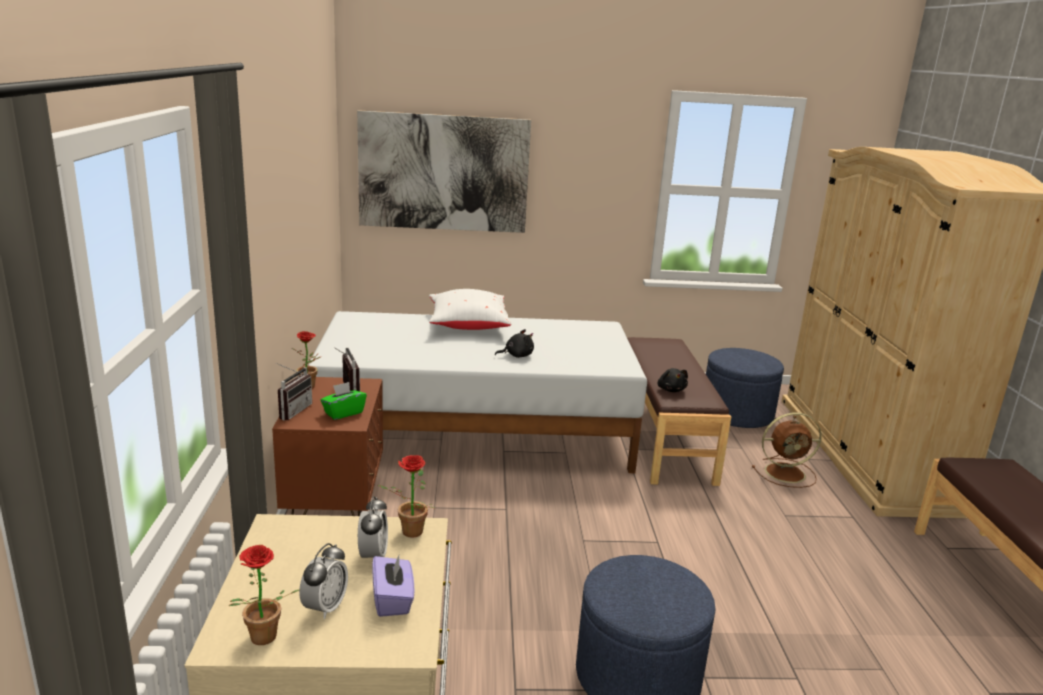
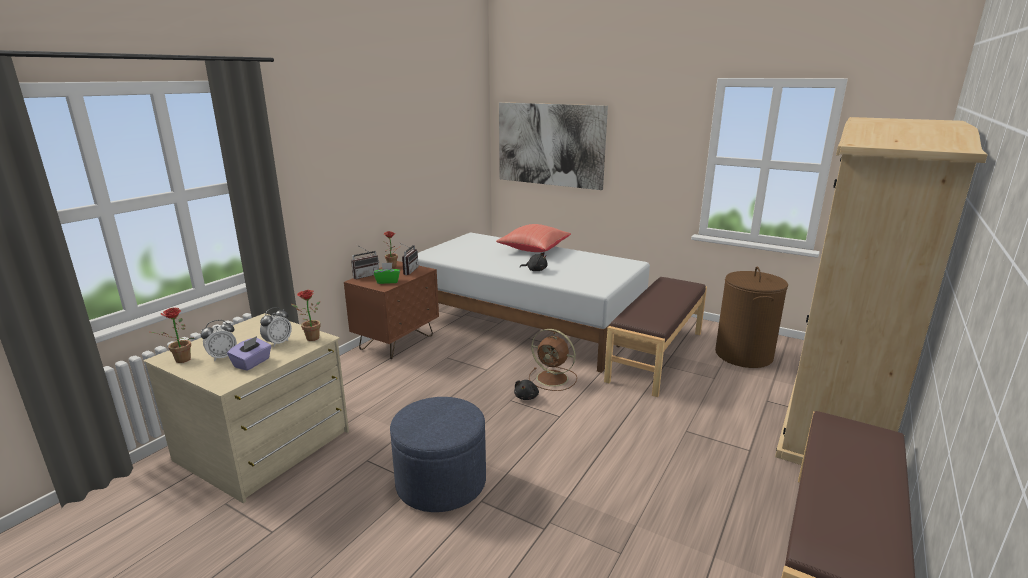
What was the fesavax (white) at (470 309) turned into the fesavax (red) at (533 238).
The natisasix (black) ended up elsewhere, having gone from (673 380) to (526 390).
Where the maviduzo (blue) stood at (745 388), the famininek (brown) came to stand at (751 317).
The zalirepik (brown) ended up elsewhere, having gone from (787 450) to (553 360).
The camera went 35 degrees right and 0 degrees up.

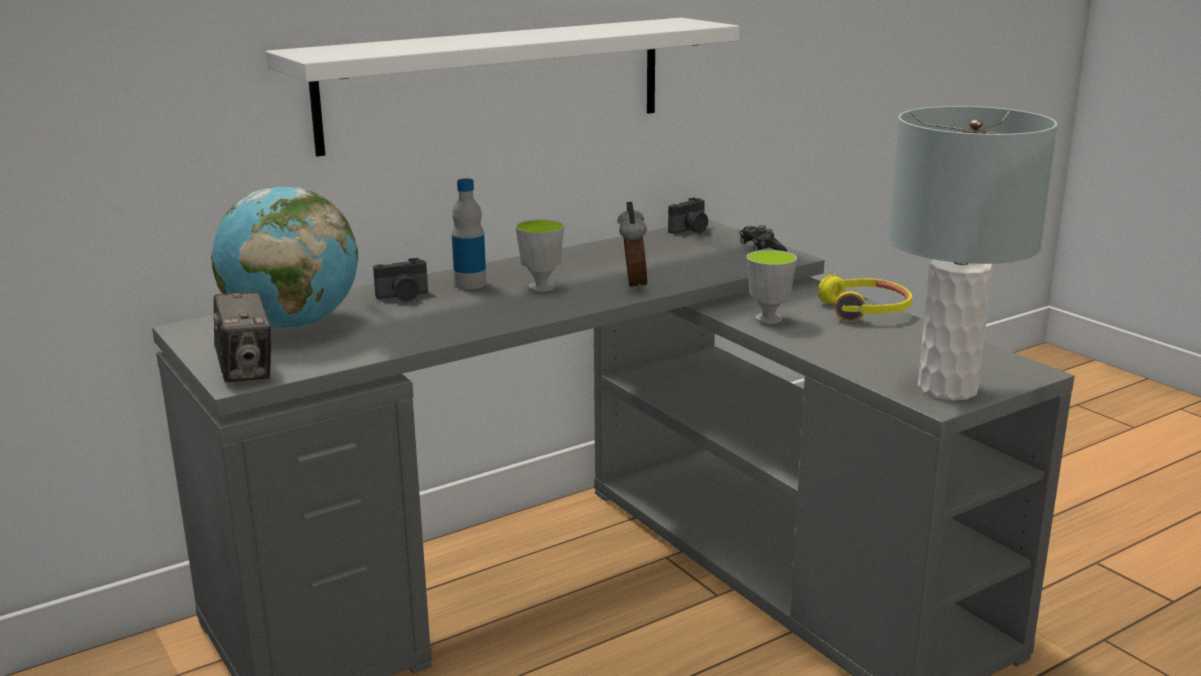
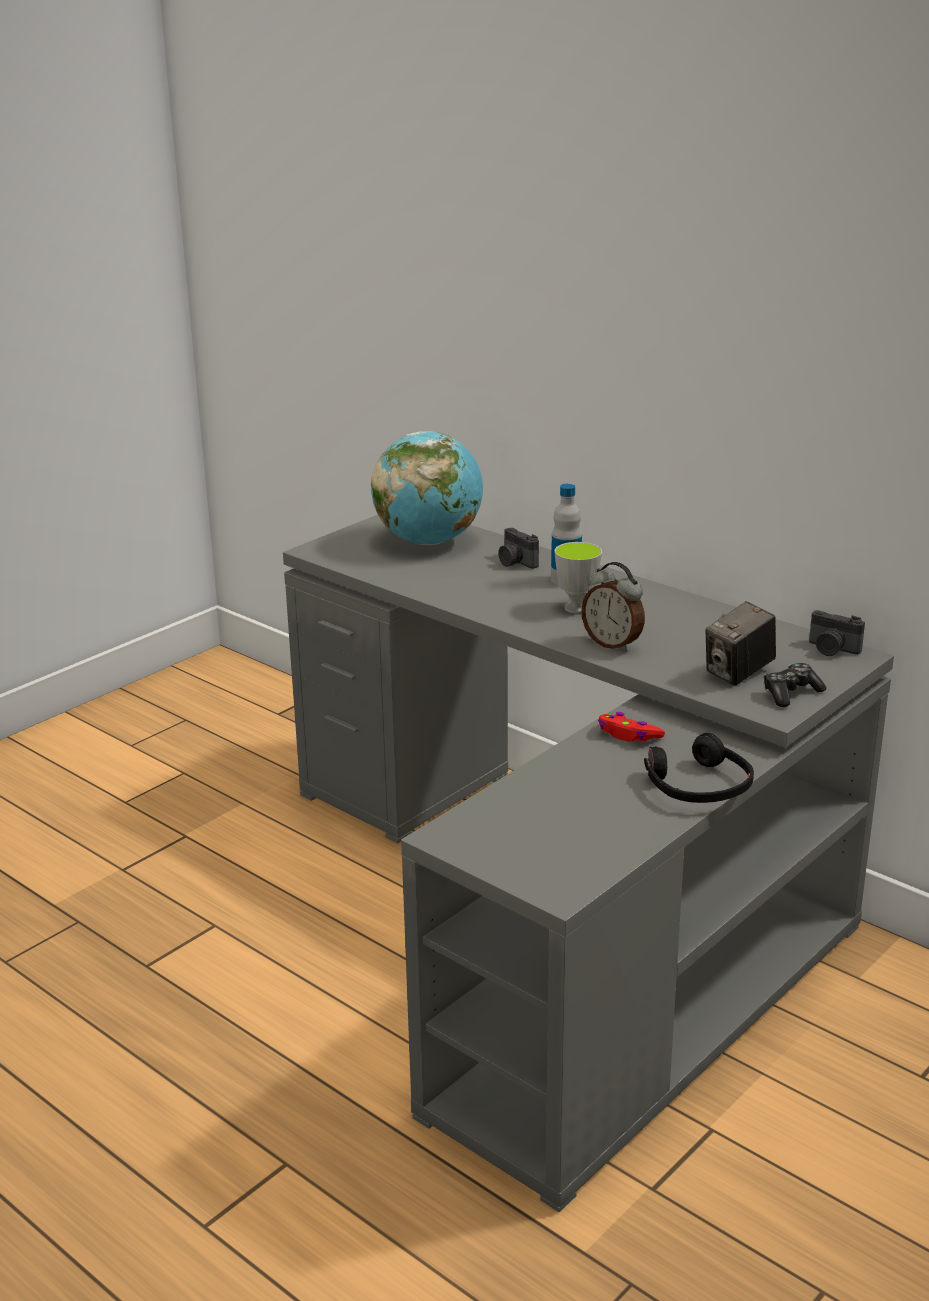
The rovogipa ended up elsewhere, having gone from (242 337) to (741 643).
The second view lost the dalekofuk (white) at (502 87).
The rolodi at (632 246) ended up facing another way, 60 degrees clockwise from before.
Where the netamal stood at (772 287), the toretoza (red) came to stand at (631 727).
What was the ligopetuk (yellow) at (865 298) turned into the ligopetuk (black) at (699 768).
The second view lost the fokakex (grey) at (973 253).
The camera went 75 degrees right and 5 degrees up.

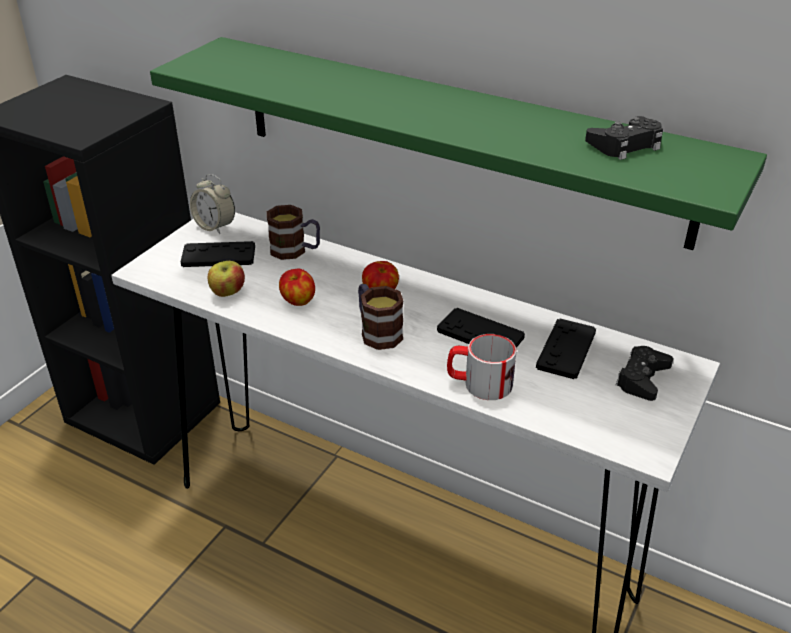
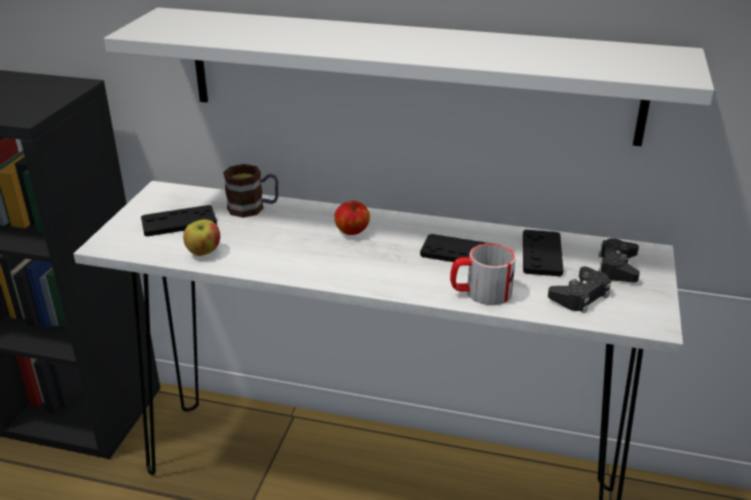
What was the dalekofuk (green) at (458 143) turned into the dalekofuk (white) at (409 76).
The second view lost the rolodi at (212 204).
The second view lost the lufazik at (297 287).
The second view lost the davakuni at (380 317).
The toretoza (black) ended up elsewhere, having gone from (624 138) to (579 290).
The camera went 15 degrees left and 5 degrees down.

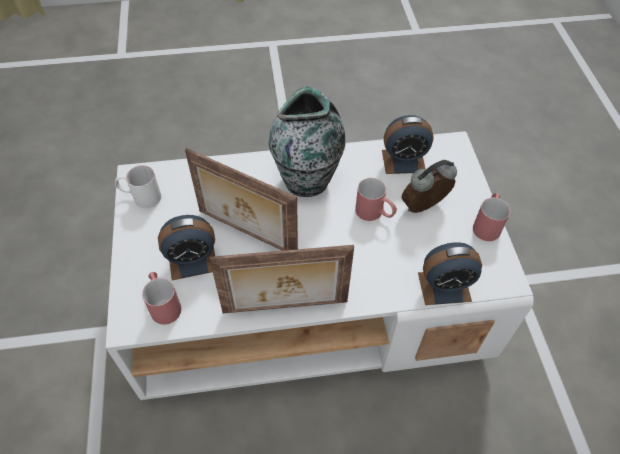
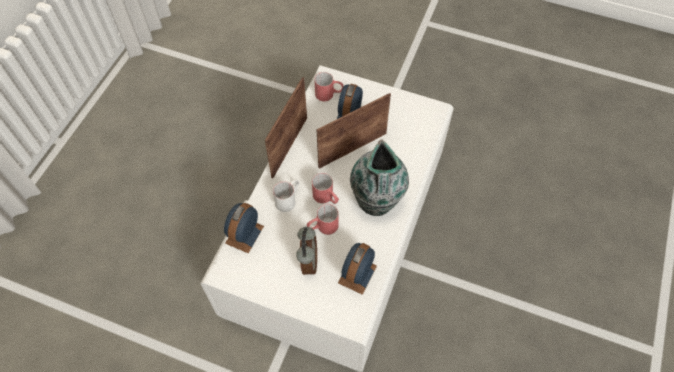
The davakuni (white) ended up elsewhere, having gone from (138 186) to (286 195).
The davakuni (red) ended up elsewhere, having gone from (492 217) to (325 188).
The camera went 120 degrees right and 5 degrees up.

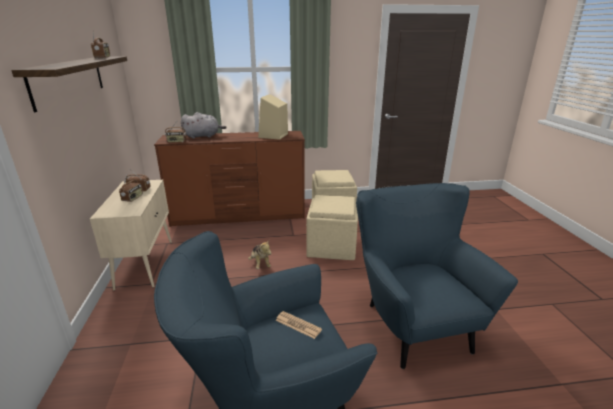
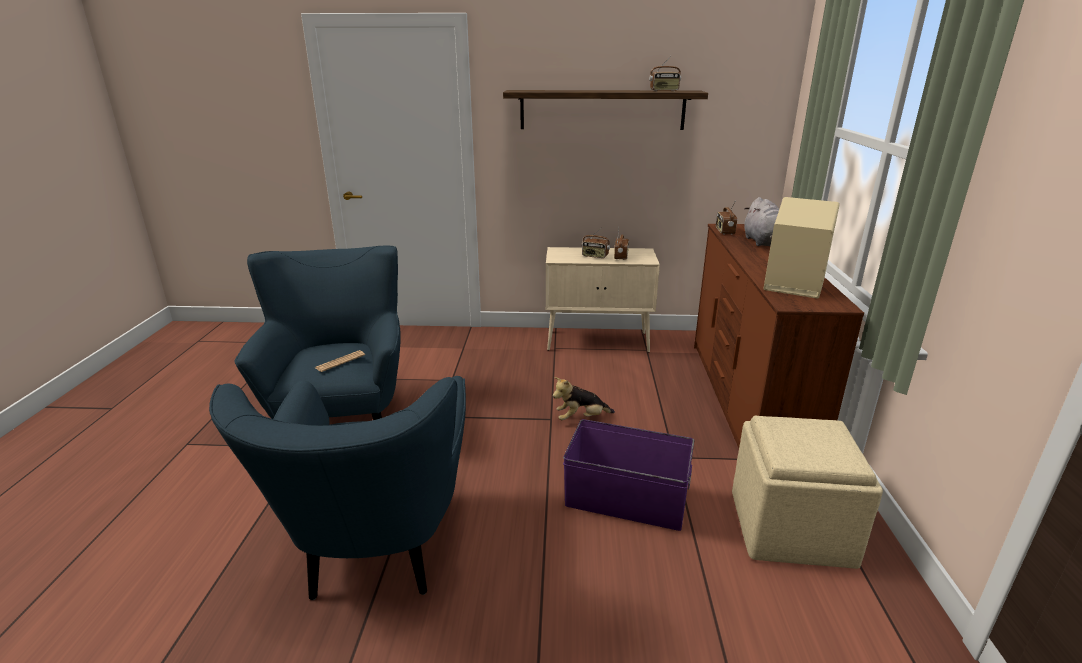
Where the maviduzo (beige) stood at (332 227), the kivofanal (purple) came to stand at (628 475).
The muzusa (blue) at (437 276) ended up facing another way, 90 degrees clockwise from before.
The camera went 100 degrees right and 0 degrees up.

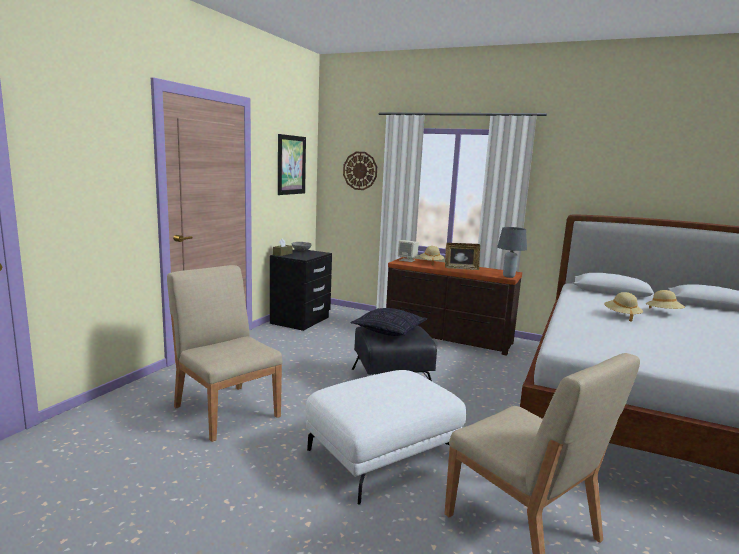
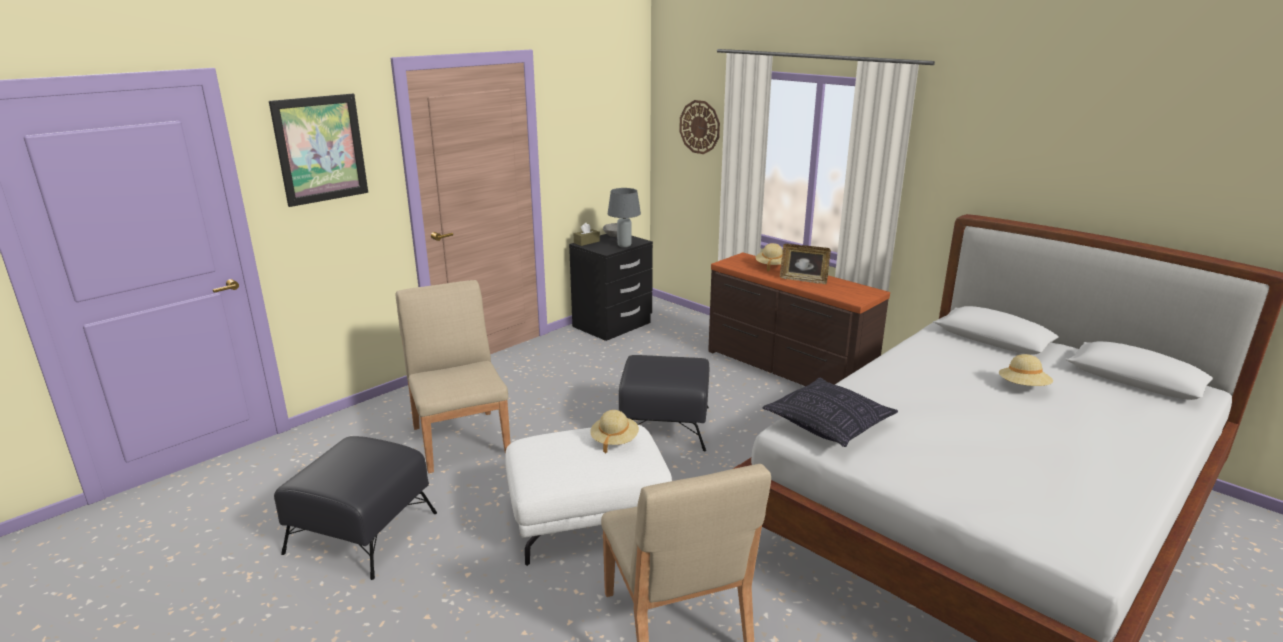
The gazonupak ended up elsewhere, having gone from (292 164) to (318 150).
The fesavax ended up elsewhere, having gone from (389 322) to (830 412).
The second view lost the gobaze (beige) at (408 251).
The fokakex (grey) ended up elsewhere, having gone from (512 252) to (624 218).
The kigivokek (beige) ended up elsewhere, having gone from (623 306) to (614 431).
The second view gained the maviduzo (black) at (355 508).
The camera went 20 degrees right and 10 degrees up.

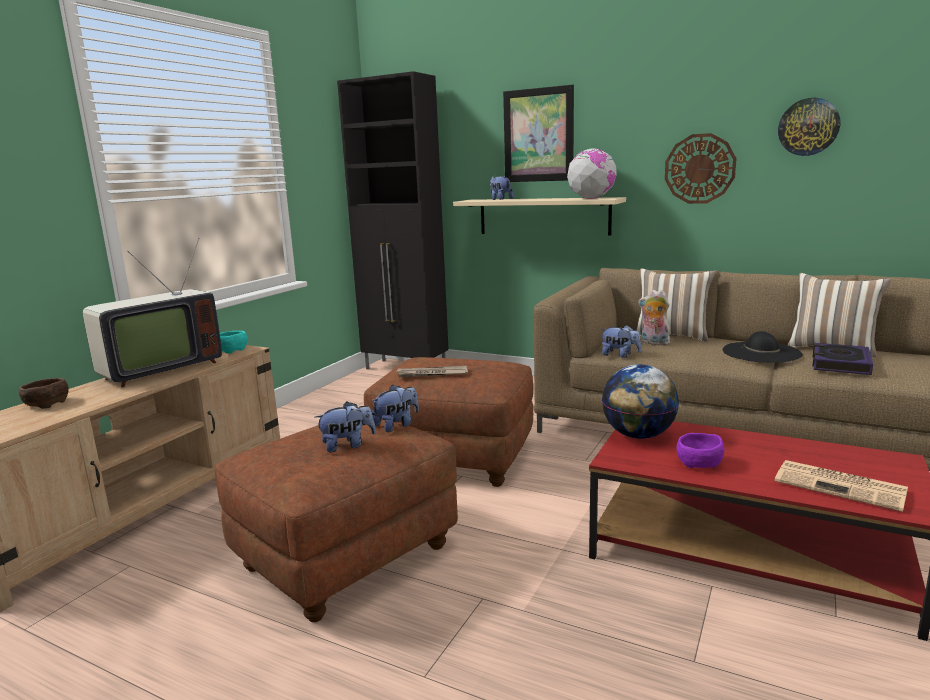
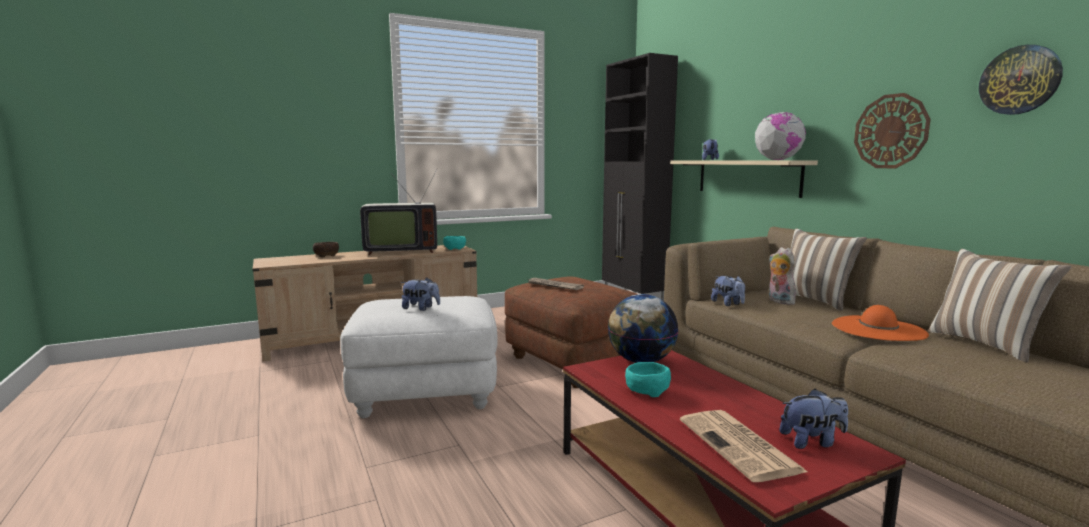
What was the maviduzo (brown) at (336 518) turned into the maviduzo (white) at (419 357).
The natisasix ended up elsewhere, having gone from (395 408) to (813 419).
The second view lost the gazonupak at (538 133).
What was the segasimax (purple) at (700 450) turned into the segasimax (turquoise) at (648 379).
What was the kigivokek (black) at (763 347) turned into the kigivokek (orange) at (880 323).
The second view lost the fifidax at (843 359).
The camera went 35 degrees right and 5 degrees down.

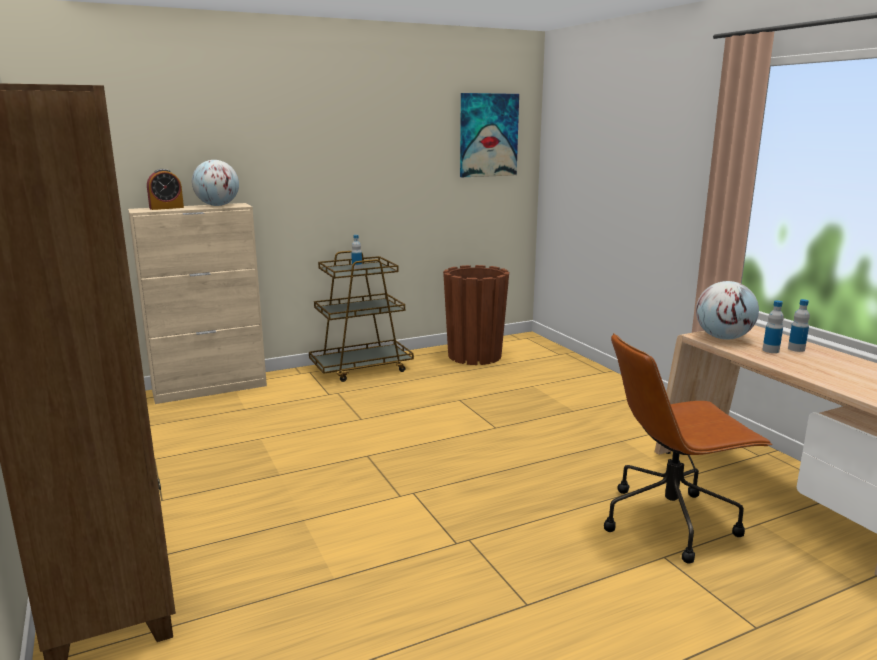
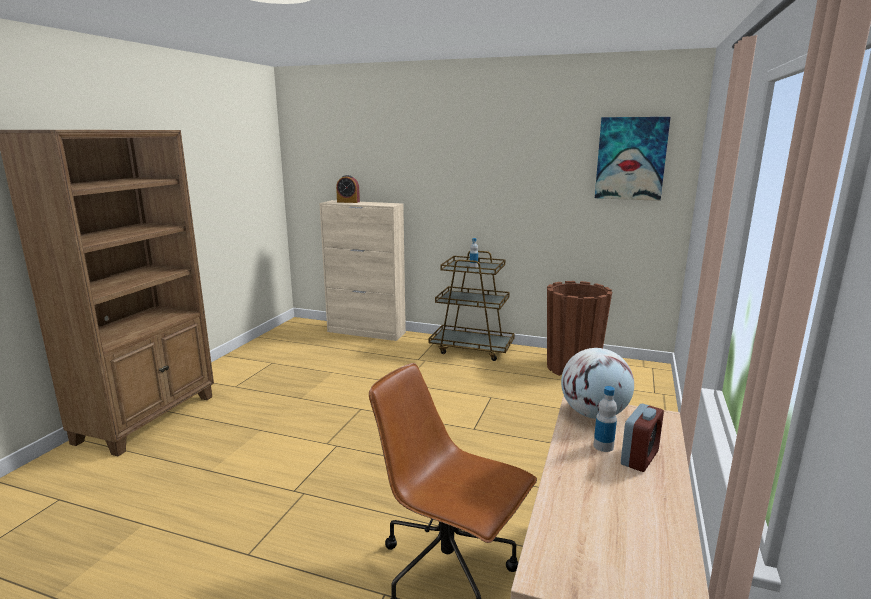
The second view lost the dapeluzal at (215 183).
Where the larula stood at (799 325), the rolodi came to stand at (642 438).
The camera went 45 degrees right and 0 degrees up.

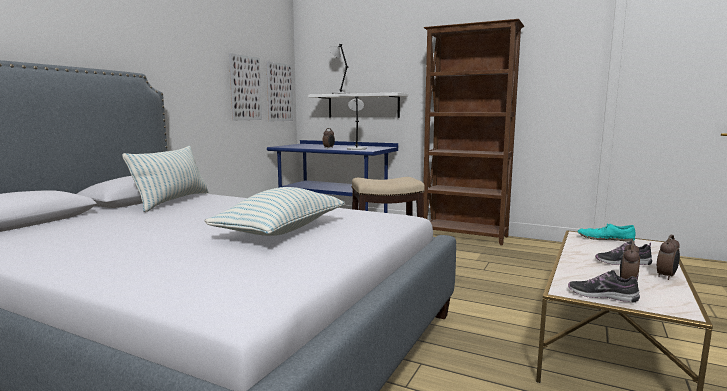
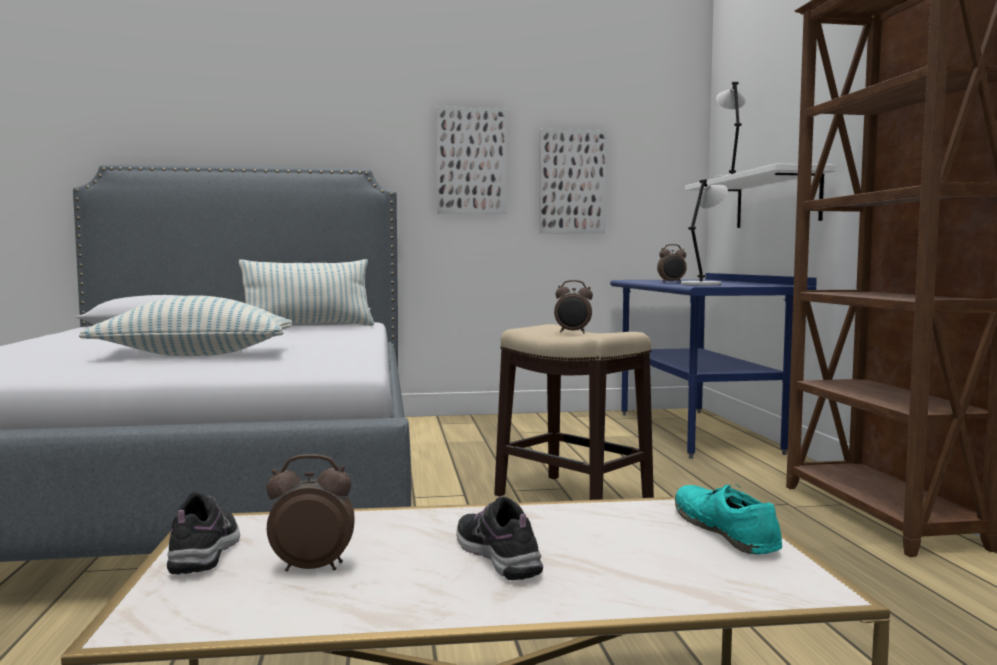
The gazonupak ended up elsewhere, having gone from (279 91) to (471 160).
The rolodi ended up elsewhere, having gone from (668 257) to (573 306).
The camera went 55 degrees right and 5 degrees down.

